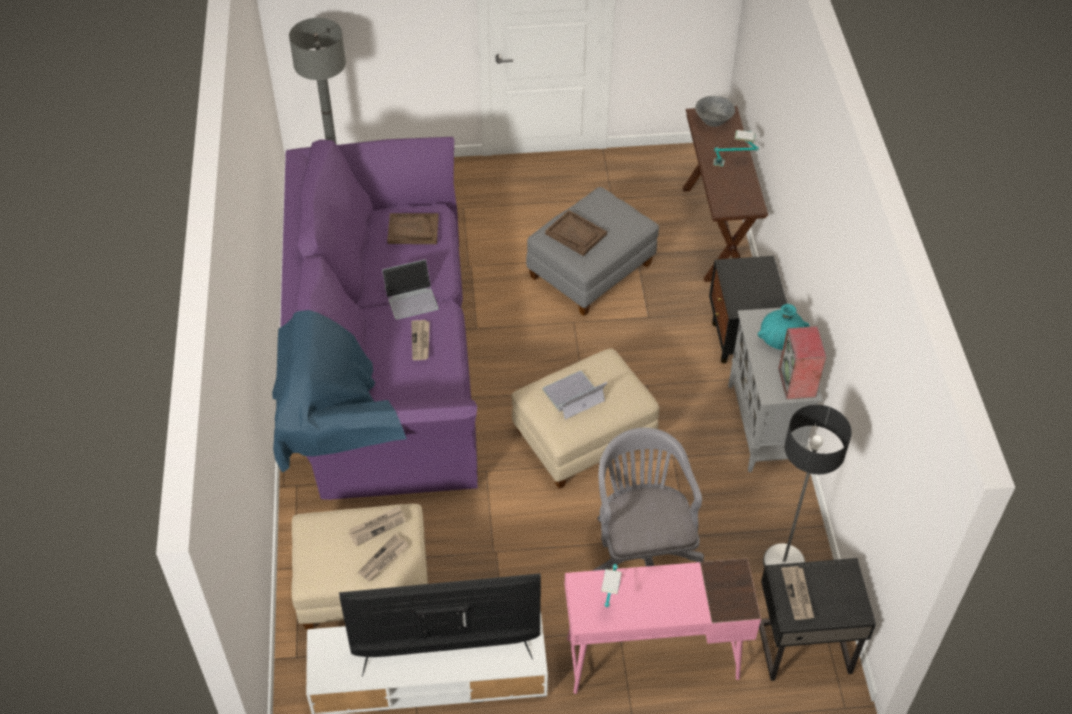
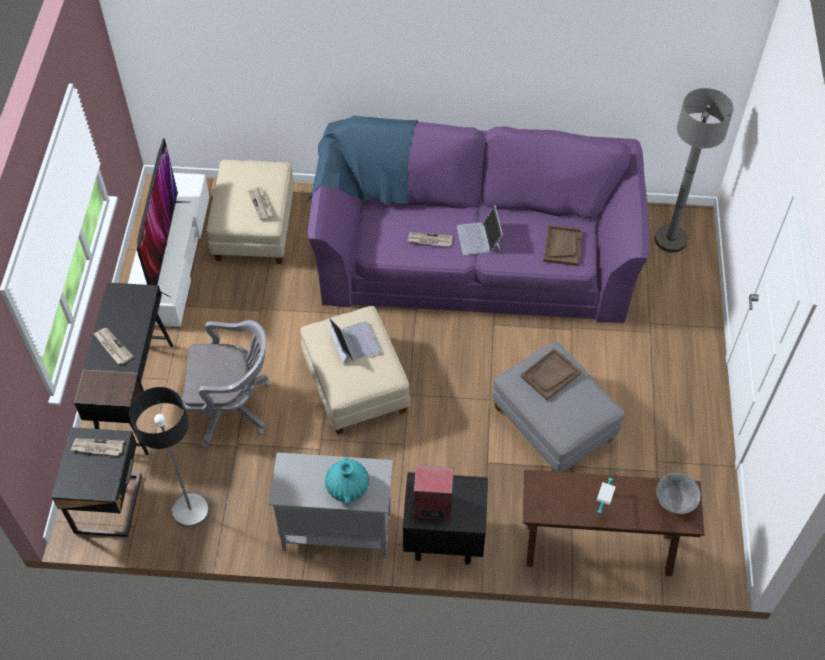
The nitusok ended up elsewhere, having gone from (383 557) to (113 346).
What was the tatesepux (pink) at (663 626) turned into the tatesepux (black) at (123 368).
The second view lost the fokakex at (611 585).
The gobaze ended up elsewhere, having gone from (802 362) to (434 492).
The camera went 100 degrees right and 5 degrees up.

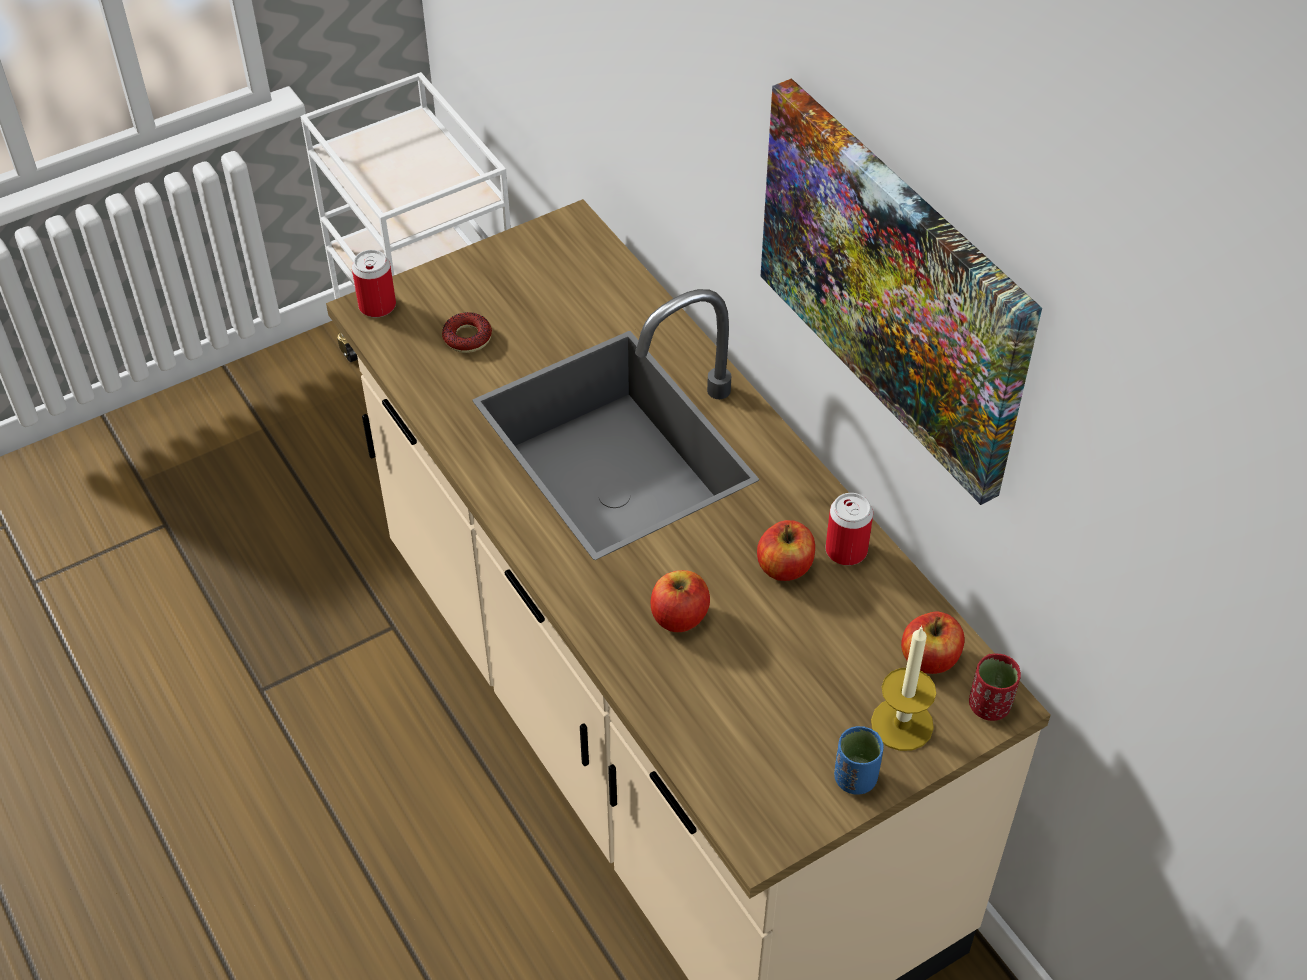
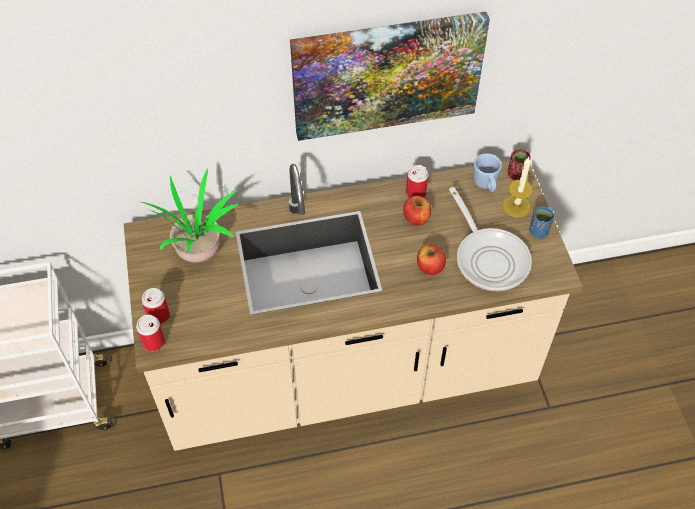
The second view lost the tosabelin at (467 332).
Where the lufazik stood at (933 643), the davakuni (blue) came to stand at (487 172).
The second view gained the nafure at (190 216).
The second view gained the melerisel at (156 306).
The second view gained the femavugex at (490 239).
The camera went 70 degrees left and 5 degrees up.

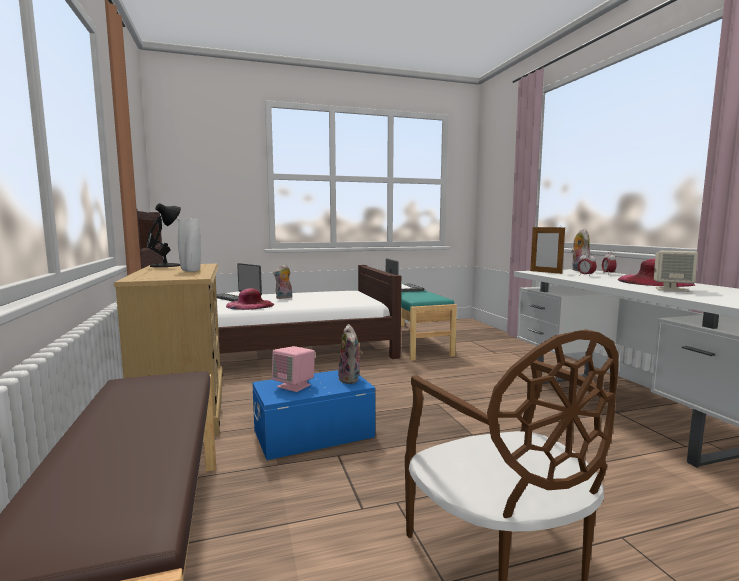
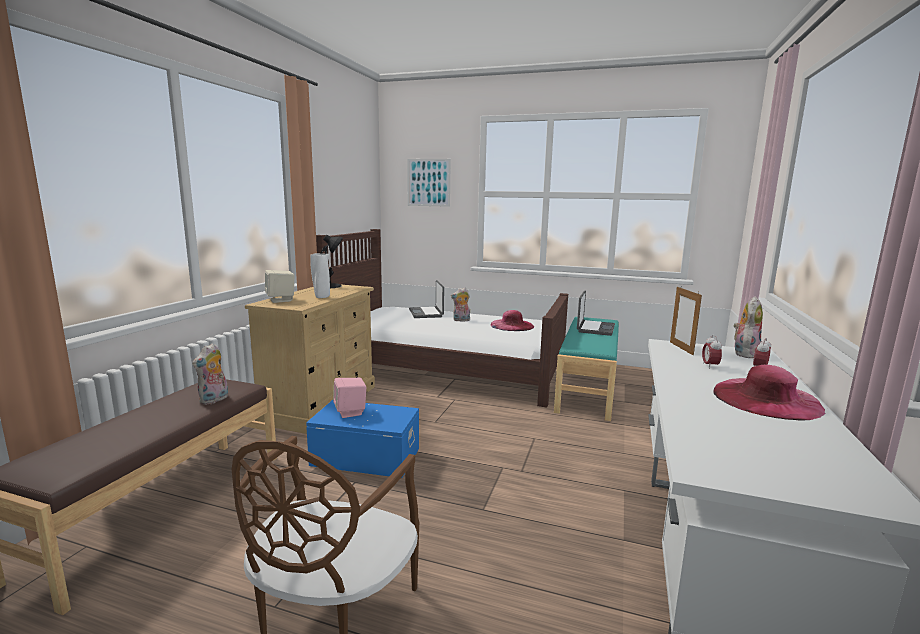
The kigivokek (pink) ended up elsewhere, having gone from (250 299) to (512 320).
The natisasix ended up elsewhere, having gone from (350 354) to (210 374).
The gobaze (beige) ended up elsewhere, having gone from (676 271) to (279 286).
The second view gained the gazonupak at (429 183).
The camera went 35 degrees right and 5 degrees up.

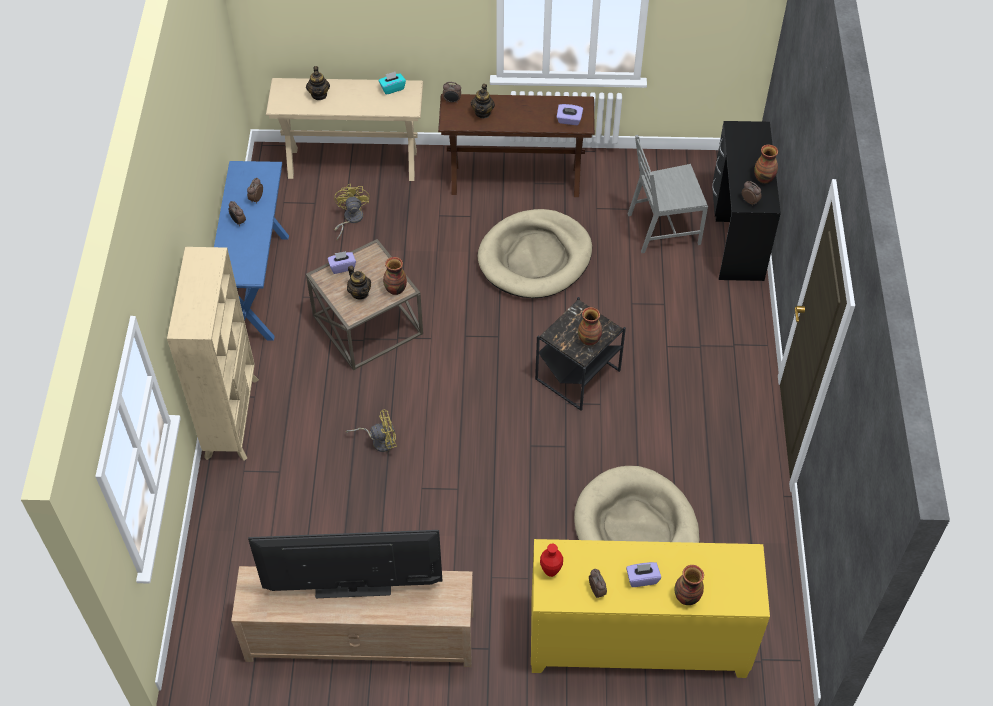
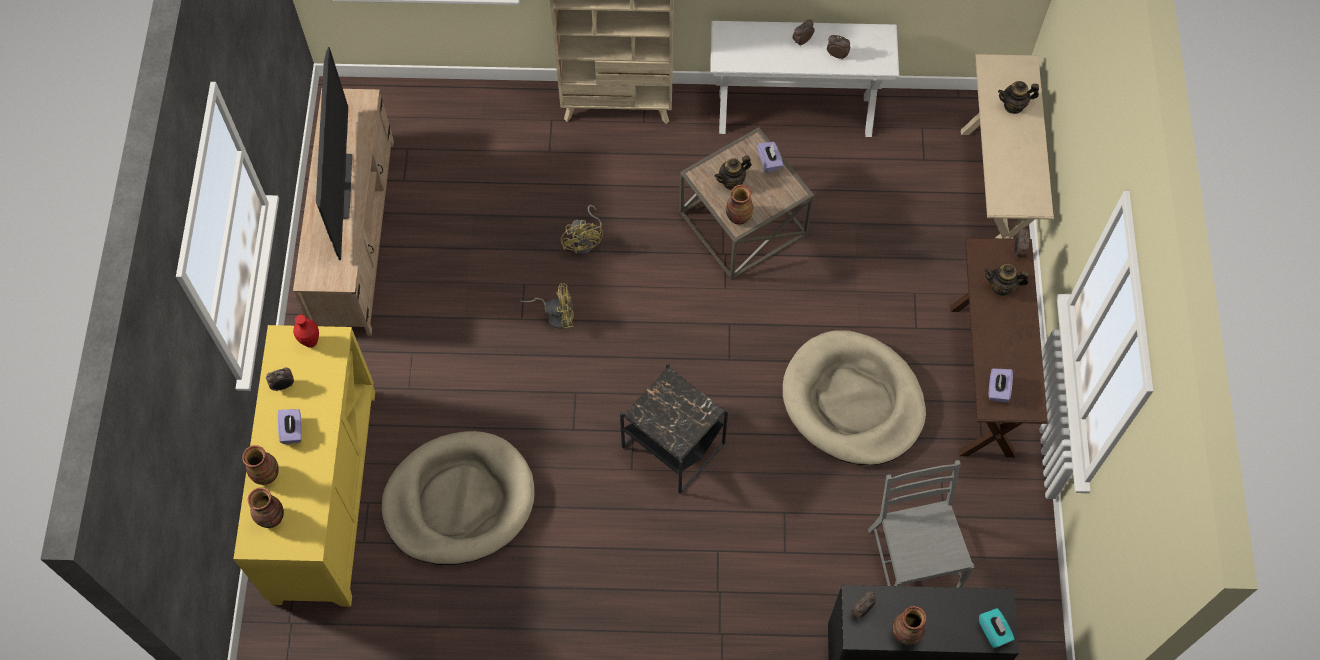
What was the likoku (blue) at (251 251) turned into the likoku (white) at (804 79).
The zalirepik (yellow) ended up elsewhere, having gone from (352 212) to (547 306).
The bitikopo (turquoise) ended up elsewhere, having gone from (392 83) to (996 628).
The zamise ended up elsewhere, having gone from (590 326) to (266 507).
The camera went 90 degrees right and 10 degrees up.

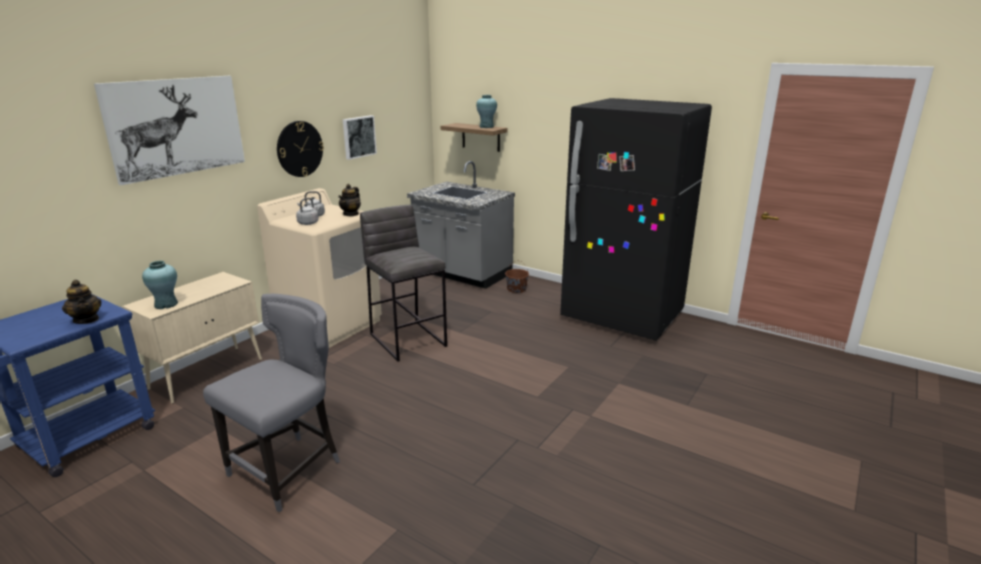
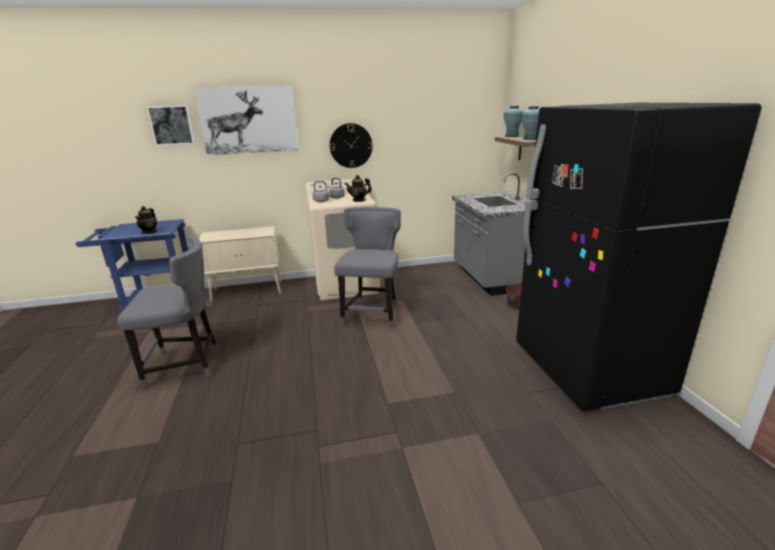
The zamise (turquoise) ended up elsewhere, having gone from (160 285) to (513 121).
The gazonupak ended up elsewhere, having gone from (360 137) to (171 125).
Where the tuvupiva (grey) stood at (403 283), the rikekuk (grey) came to stand at (367 267).
The camera went 45 degrees right and 0 degrees up.

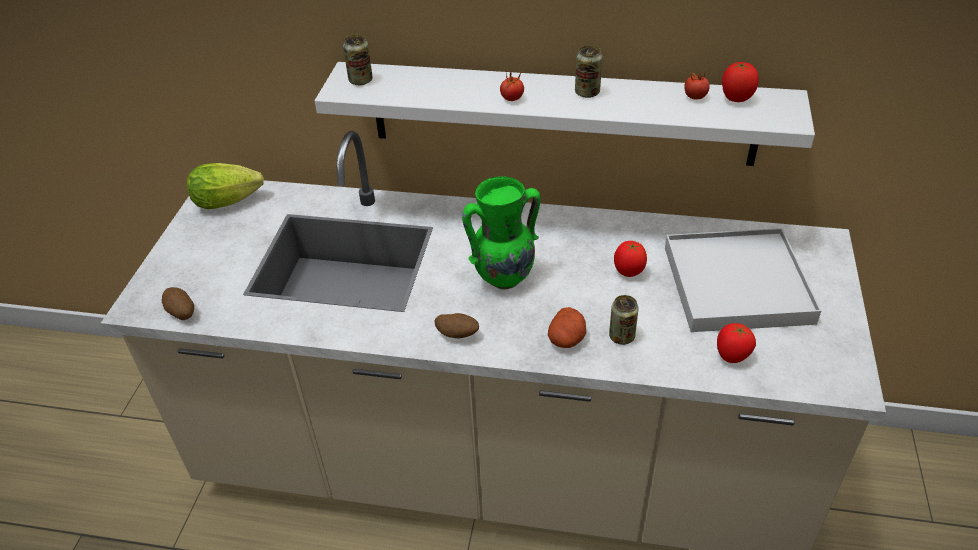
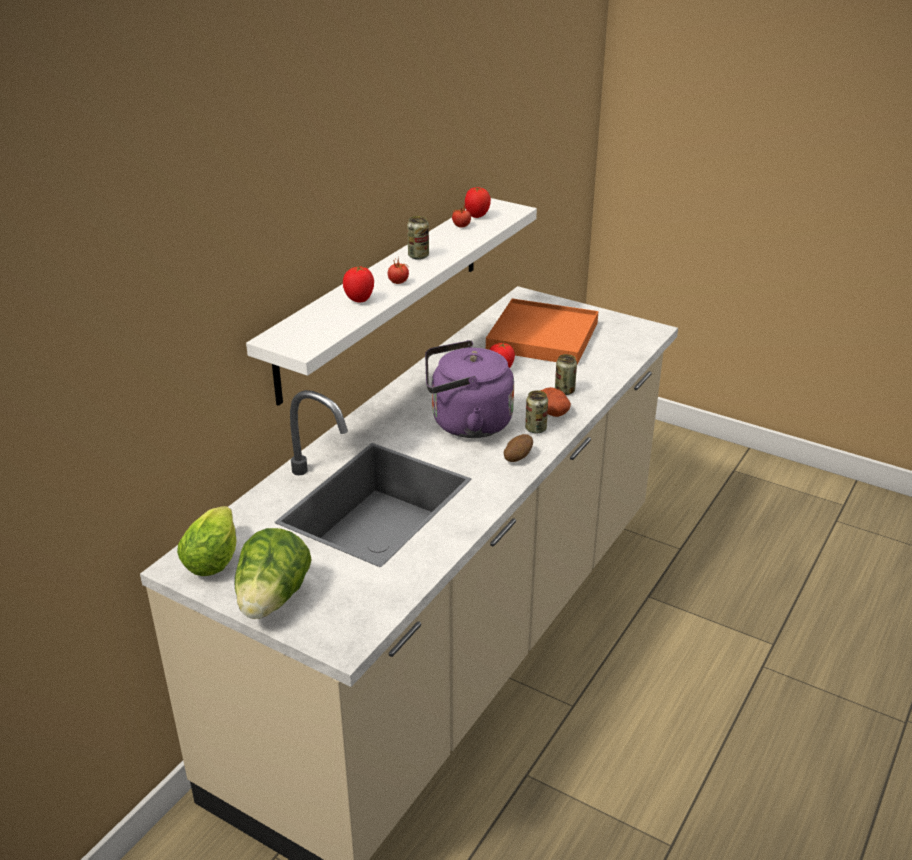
The second view lost the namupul at (178 303).
The melerisel ended up elsewhere, having gone from (358 59) to (536 412).
Where the zamise (green) stood at (501 232), the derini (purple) came to stand at (469 389).
What was the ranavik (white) at (743 280) turned into the ranavik (orange) at (542 332).
The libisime ended up elsewhere, having gone from (736 343) to (358 284).
The second view gained the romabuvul at (273 573).
The camera went 70 degrees left and 10 degrees down.

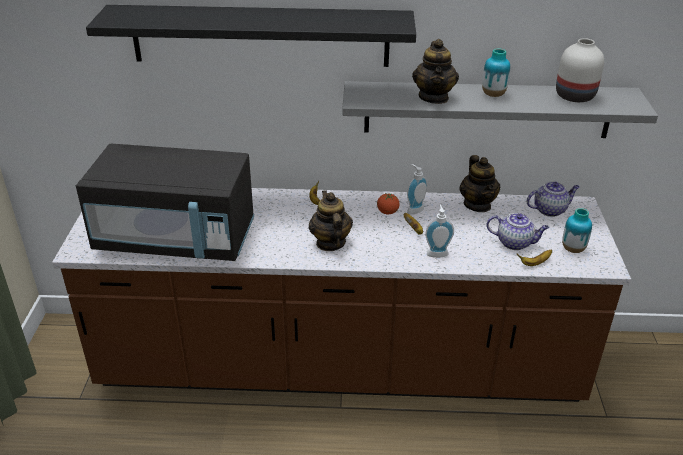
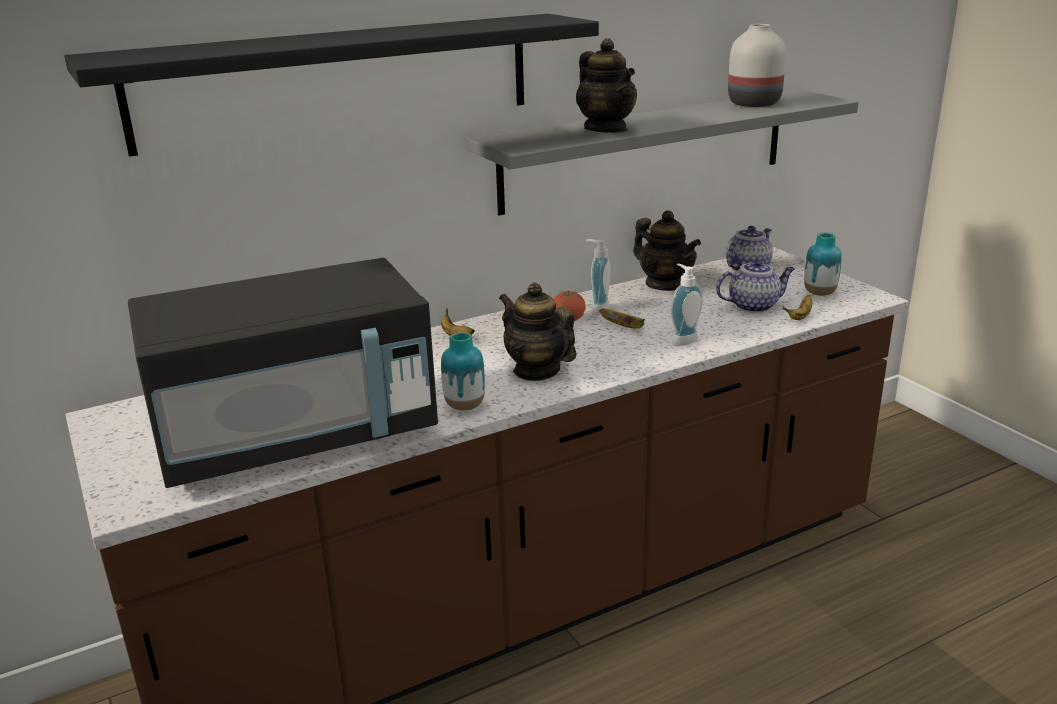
The zamise ended up elsewhere, having gone from (496 73) to (463 371).
The camera went 30 degrees left and 10 degrees down.

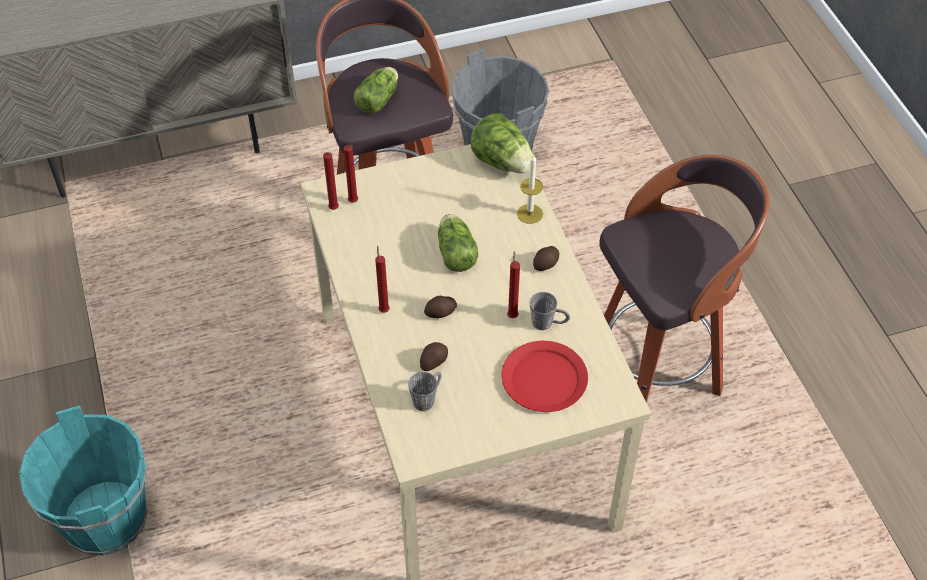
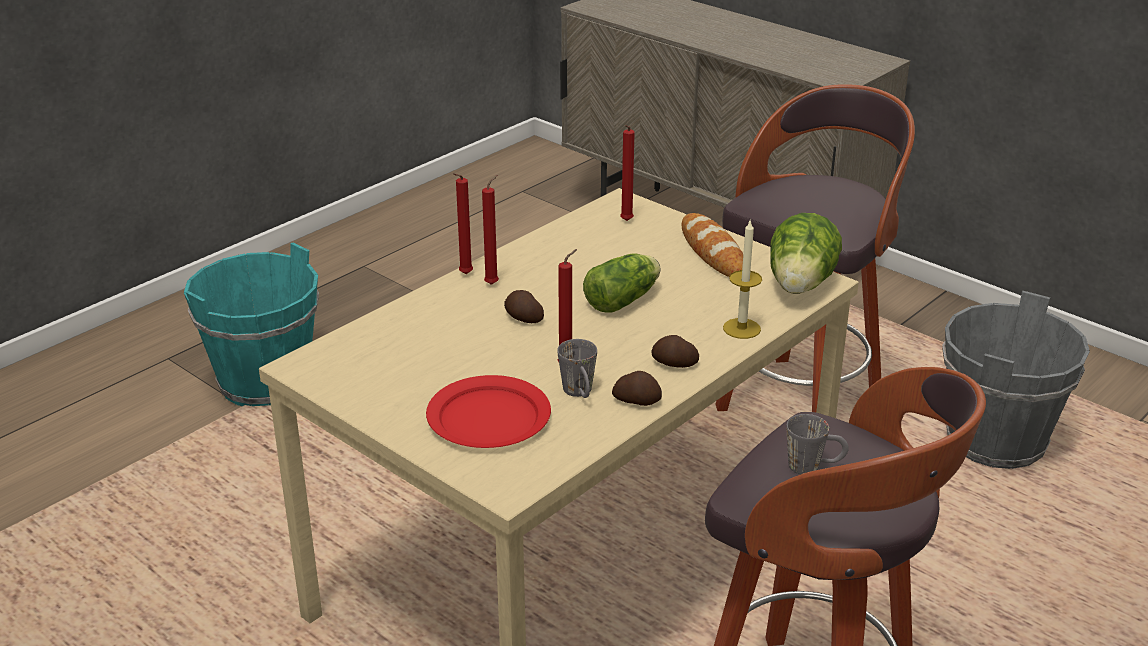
The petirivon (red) ended up elsewhere, having gone from (331 181) to (463 223).
The second view lost the romabuvul at (376 90).
The davakuni (grey) ended up elsewhere, having gone from (425 391) to (817 444).
The namupul ended up elsewhere, having gone from (434 356) to (637 388).
The second view gained the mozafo at (712 245).
The camera went 60 degrees right and 20 degrees down.

